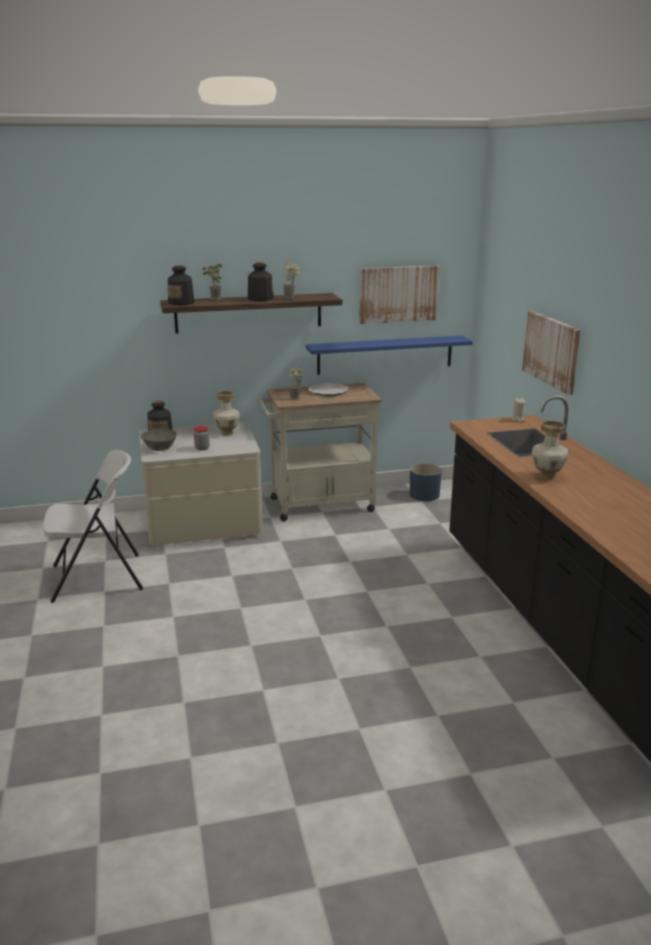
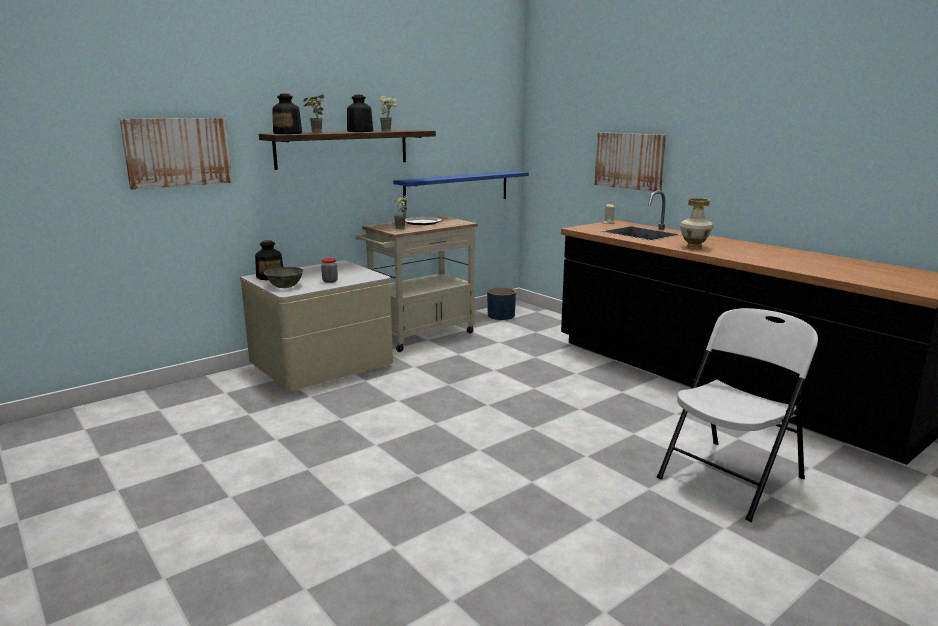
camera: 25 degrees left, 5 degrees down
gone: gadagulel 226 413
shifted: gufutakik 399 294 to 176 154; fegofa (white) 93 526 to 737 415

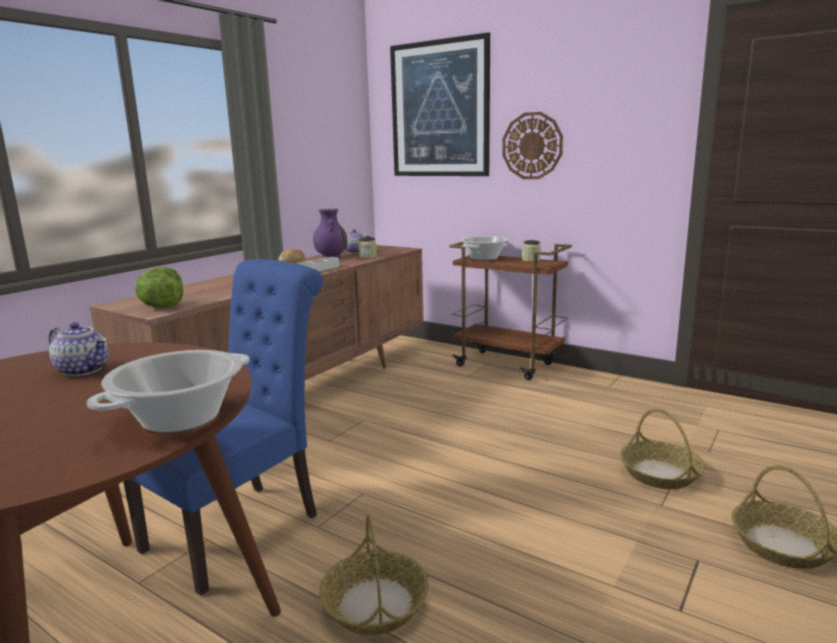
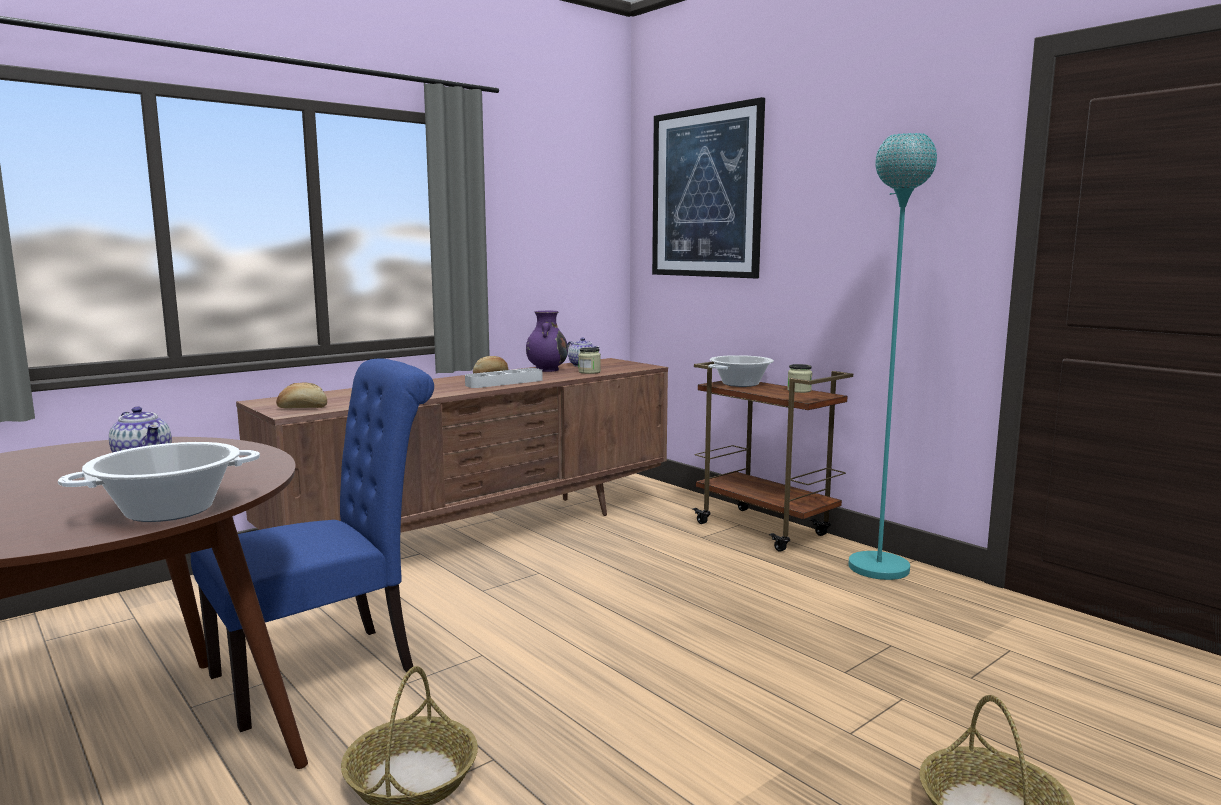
camera: 15 degrees right, 5 degrees down
gone: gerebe 532 145; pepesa 662 448
new: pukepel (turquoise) 892 356
swapped: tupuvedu 159 287 to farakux 301 395

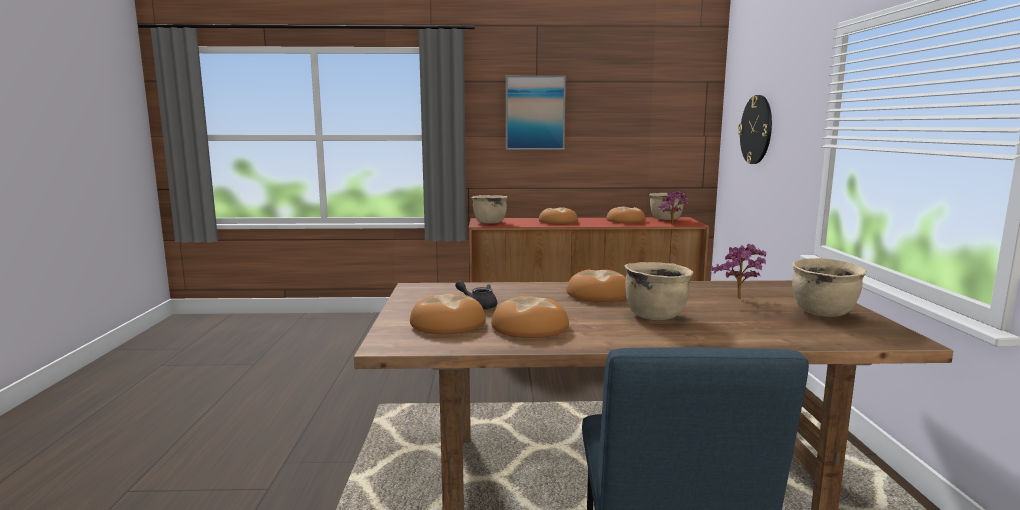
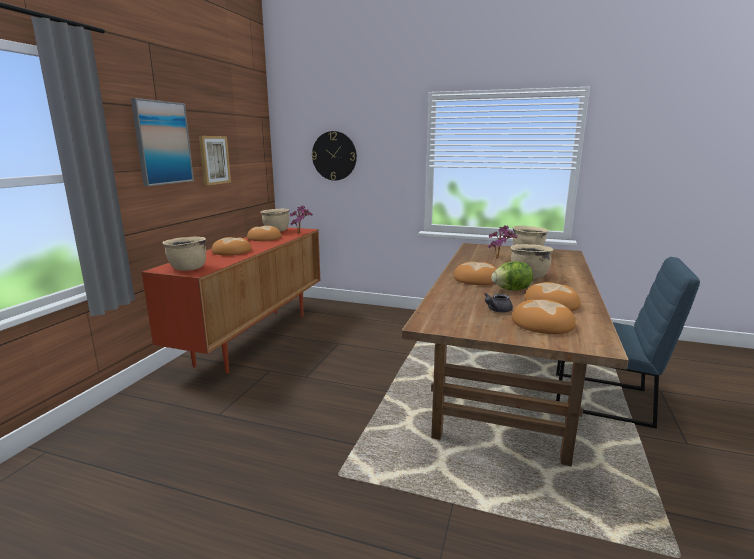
camera: 70 degrees left, 5 degrees up
new: gufutakik 215 161; tupuvedu 512 276

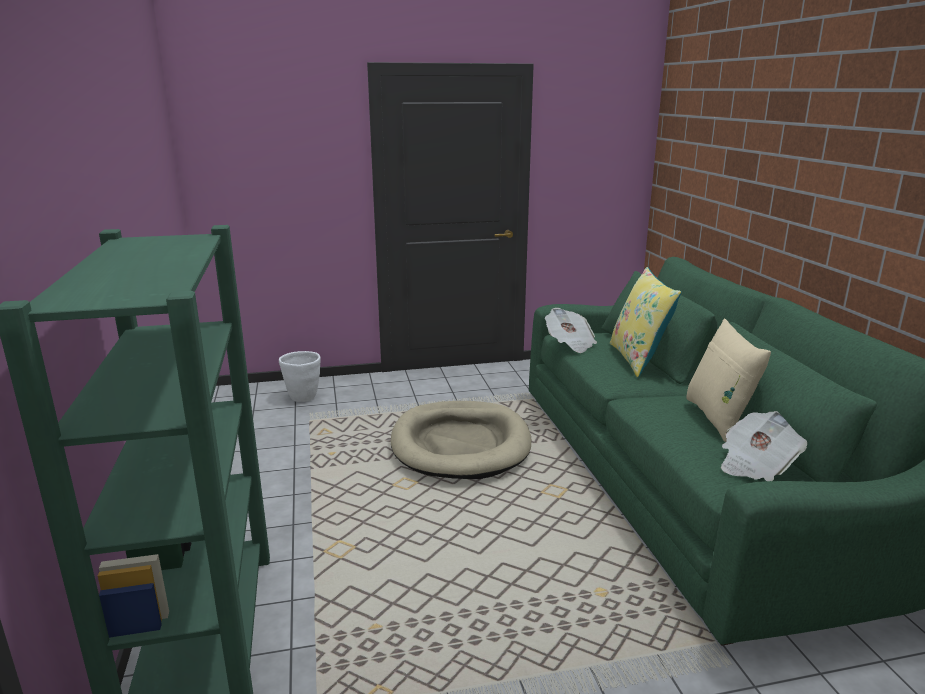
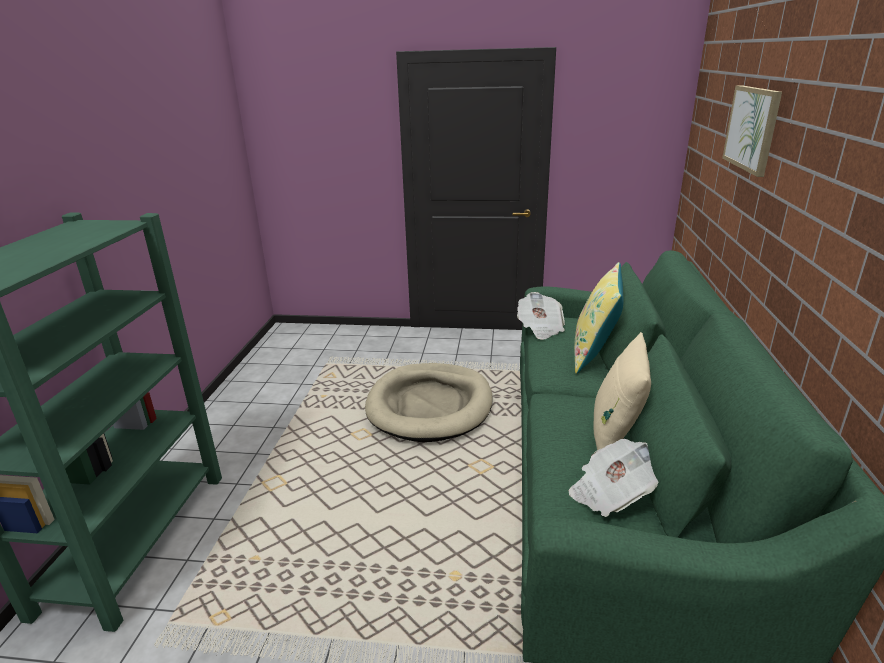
camera: 20 degrees right, 5 degrees up
gone: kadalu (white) 300 376
new: gufutakik 752 131

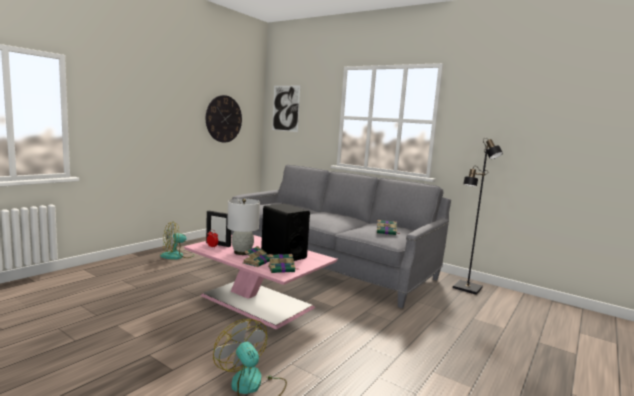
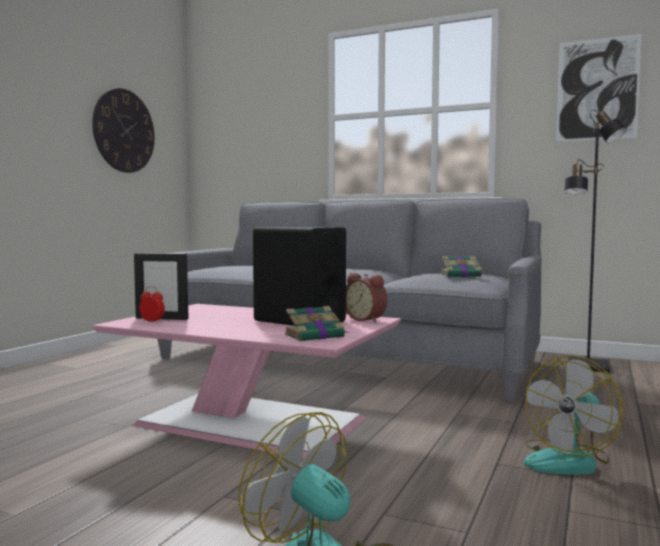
camera: 10 degrees left, 5 degrees down
gone: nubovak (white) 243 226; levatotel 256 256
new: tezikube 367 297
shifted: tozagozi 177 241 to 573 415; gufutakik 286 109 to 598 88

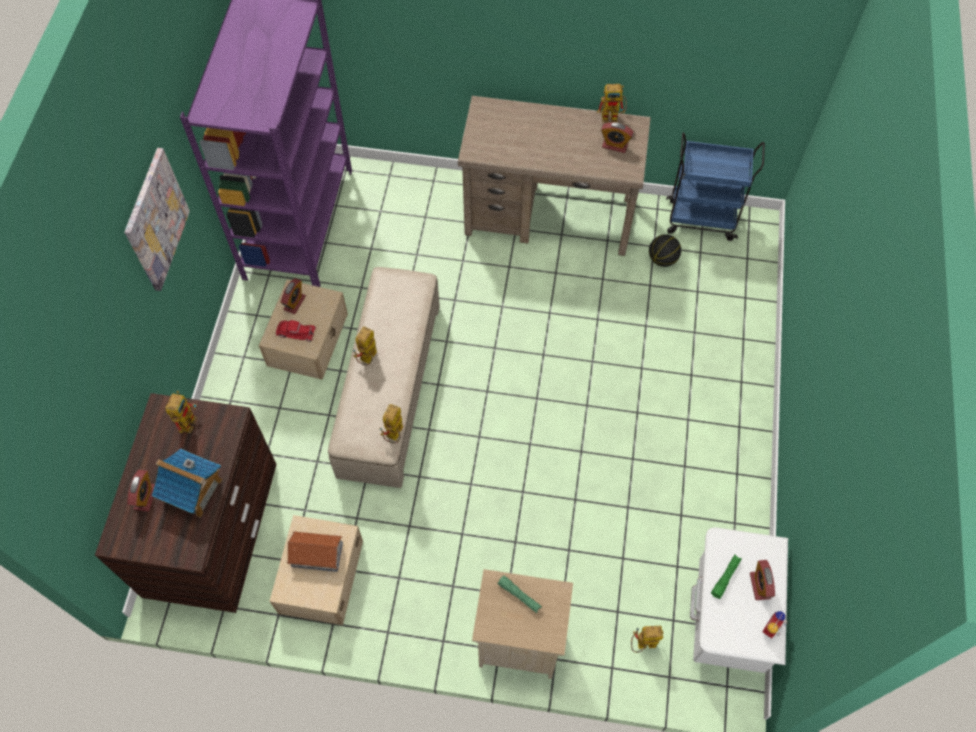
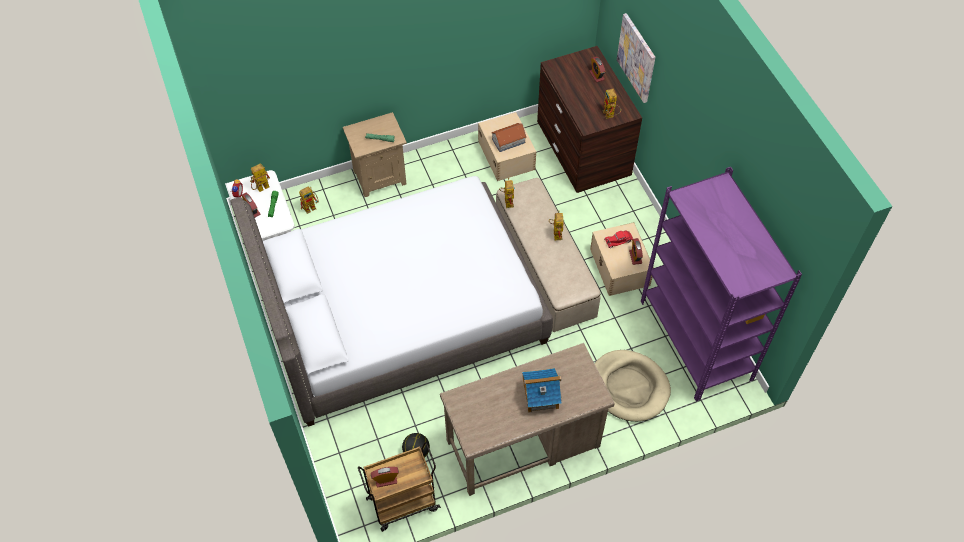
camera: 150 degrees right, 5 degrees down
new: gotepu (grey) 391 301; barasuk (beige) 632 386
shifted: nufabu 612 103 to 260 178; tezikube 617 137 to 385 477; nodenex 187 483 to 542 390; gufutakik 157 219 to 636 58
repainted: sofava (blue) 715 186 to sofava (brown) 399 487

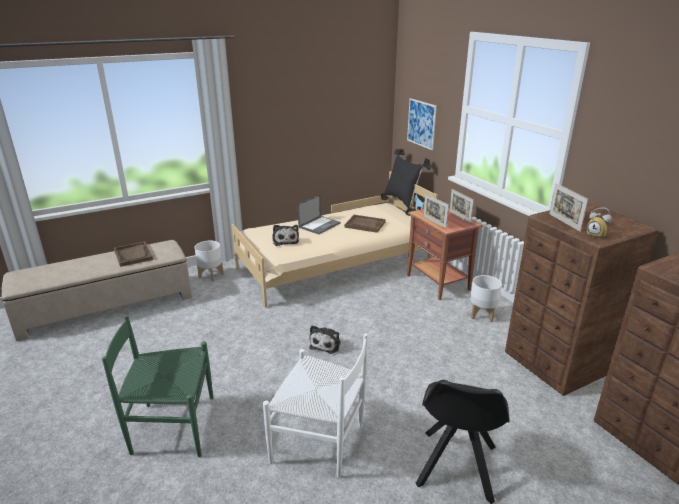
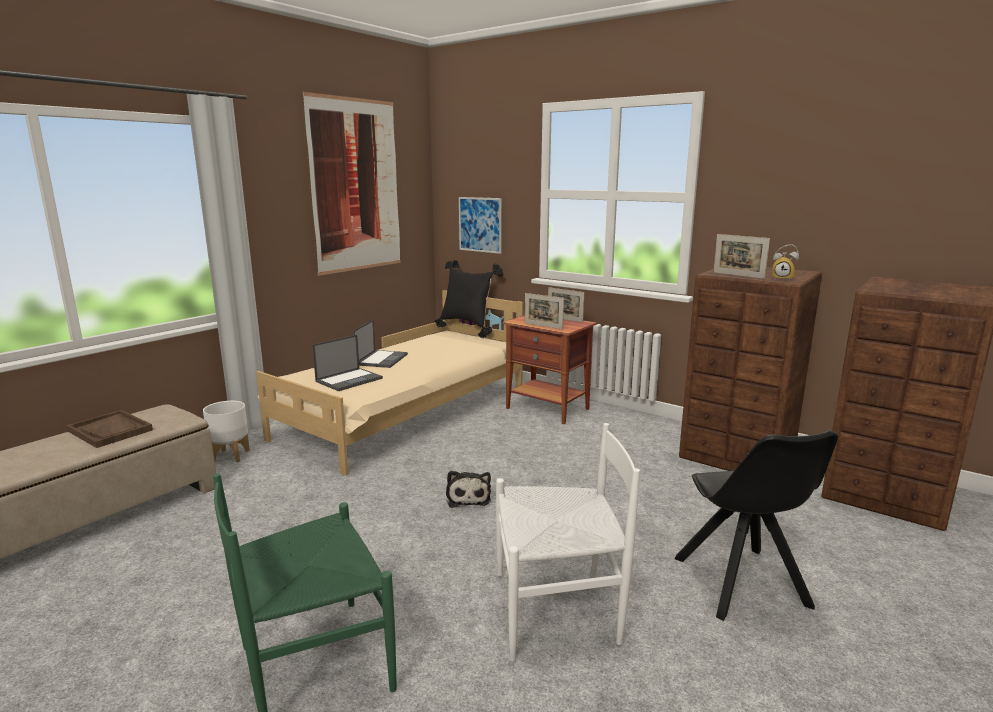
camera: 25 degrees left, 10 degrees down
gone: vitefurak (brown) 365 224; kadalu (white) 486 298
new: gufutakik 352 184
swapped: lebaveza 285 235 to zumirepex 347 363

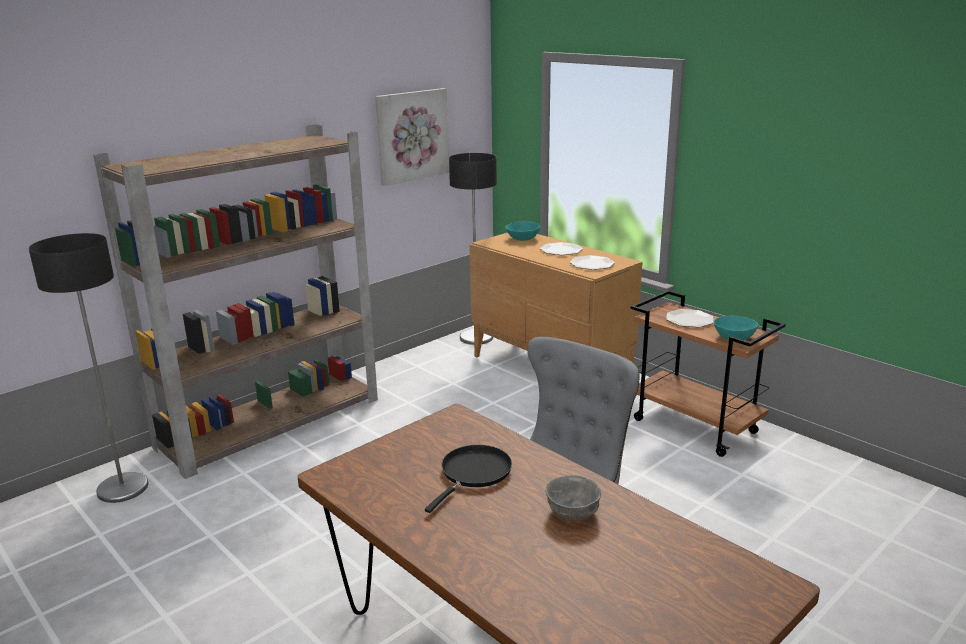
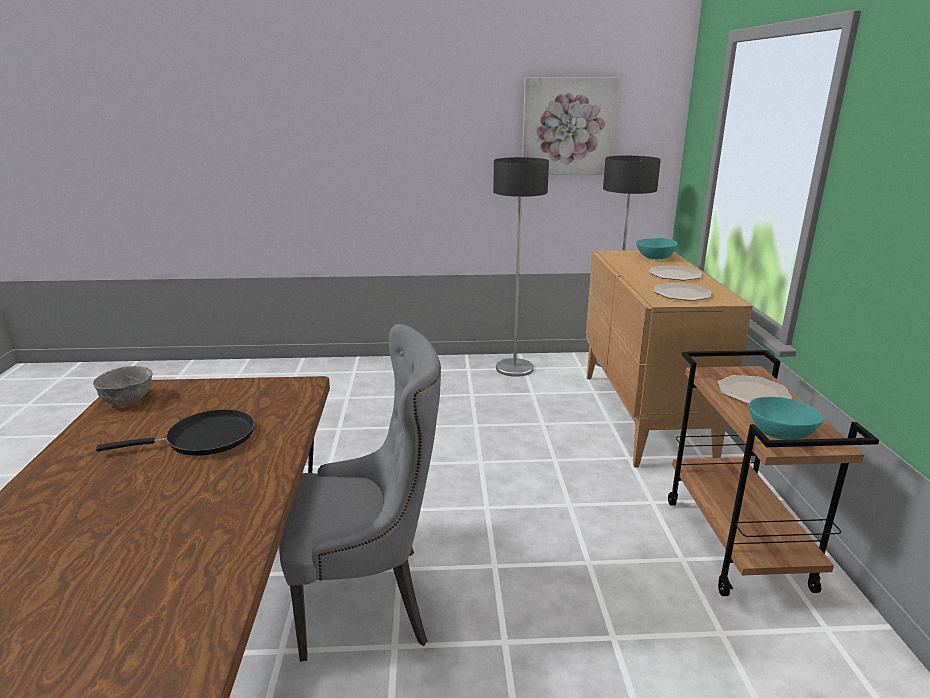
camera: 40 degrees right, 0 degrees up
gone: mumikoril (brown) 235 301
shifted: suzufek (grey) 573 498 to 123 385; pukepel 88 368 to 521 267

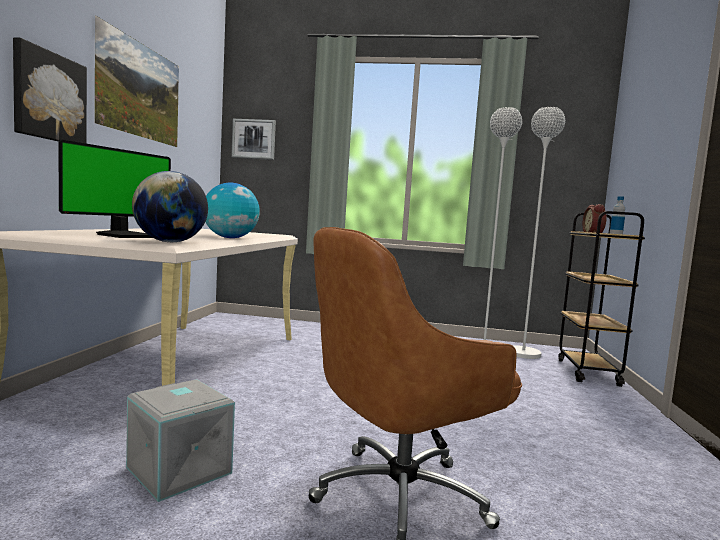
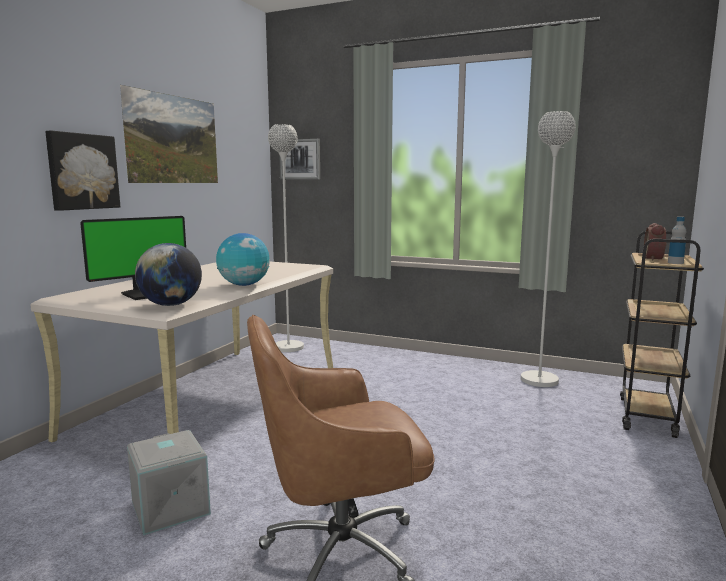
camera: 15 degrees right, 5 degrees up
shifted: pukepel (white) 538 233 to 286 238

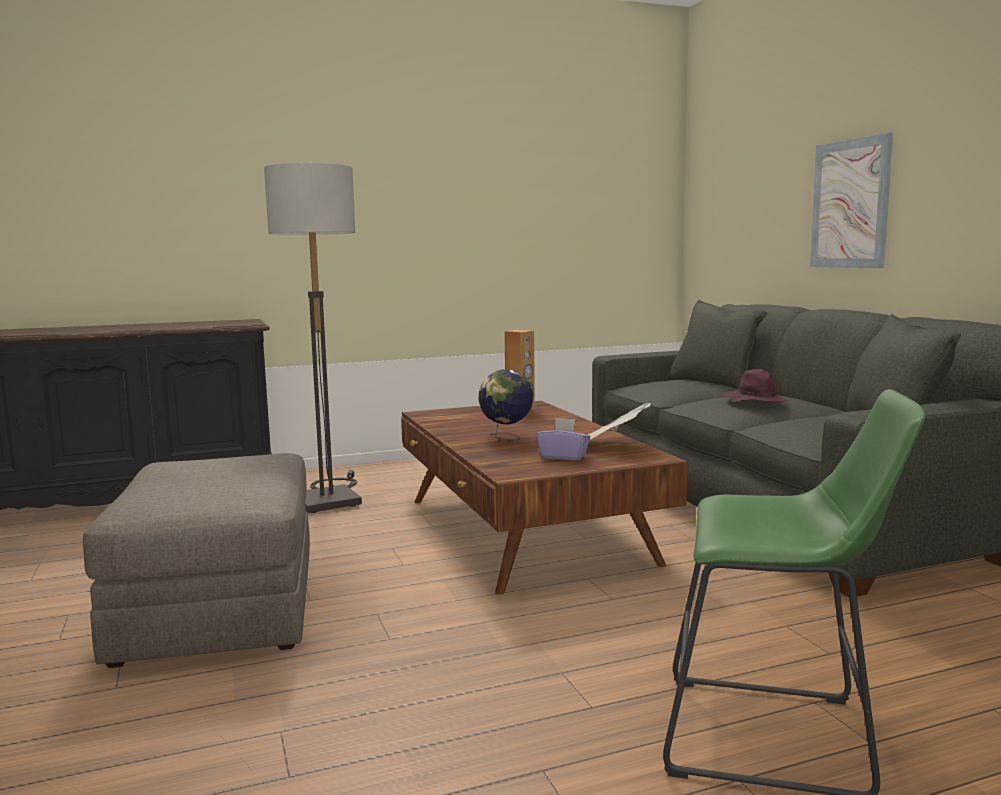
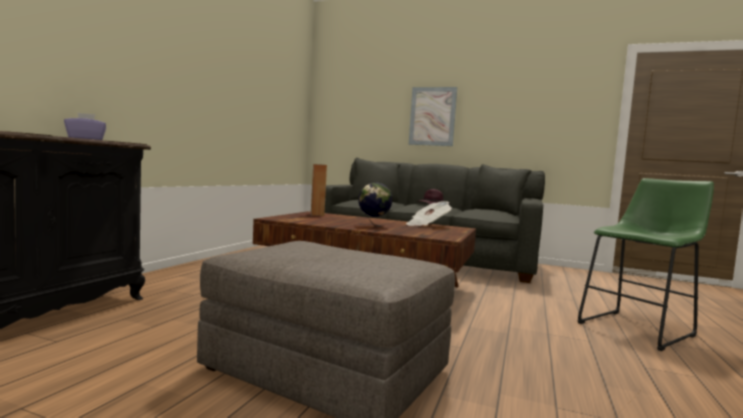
camera: 50 degrees left, 5 degrees down
gone: pukepel 313 338
shifted: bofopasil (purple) 563 439 to 85 126

